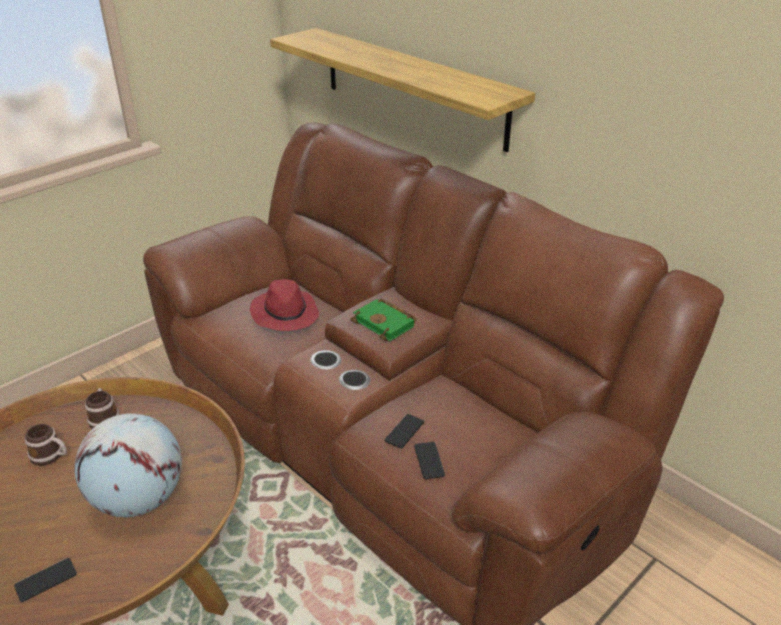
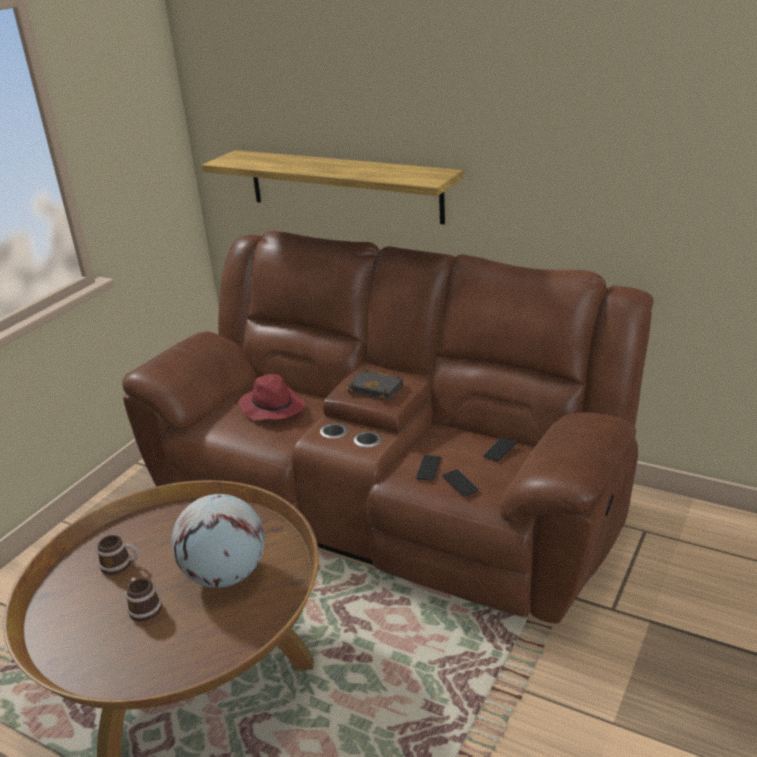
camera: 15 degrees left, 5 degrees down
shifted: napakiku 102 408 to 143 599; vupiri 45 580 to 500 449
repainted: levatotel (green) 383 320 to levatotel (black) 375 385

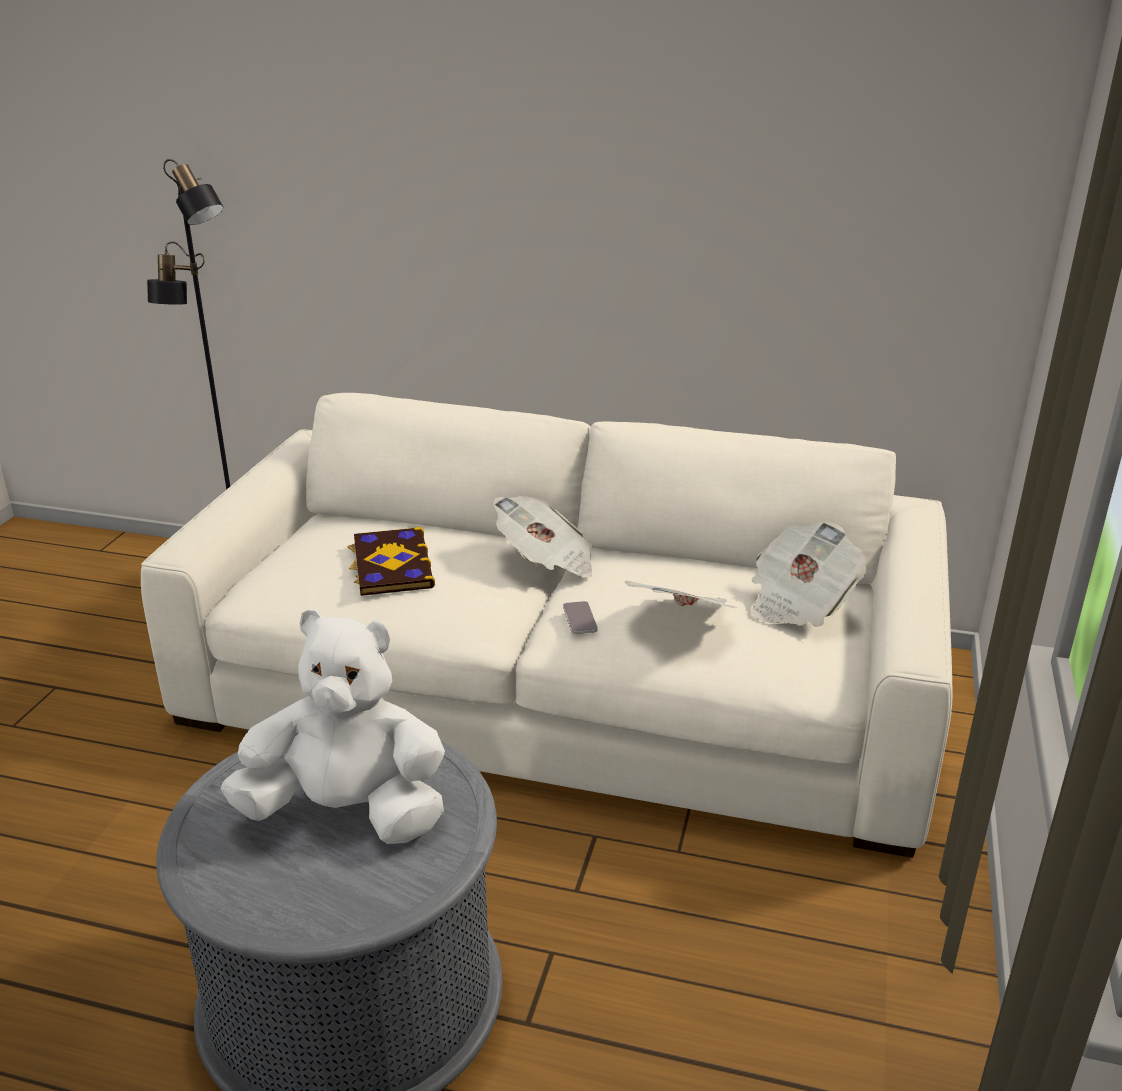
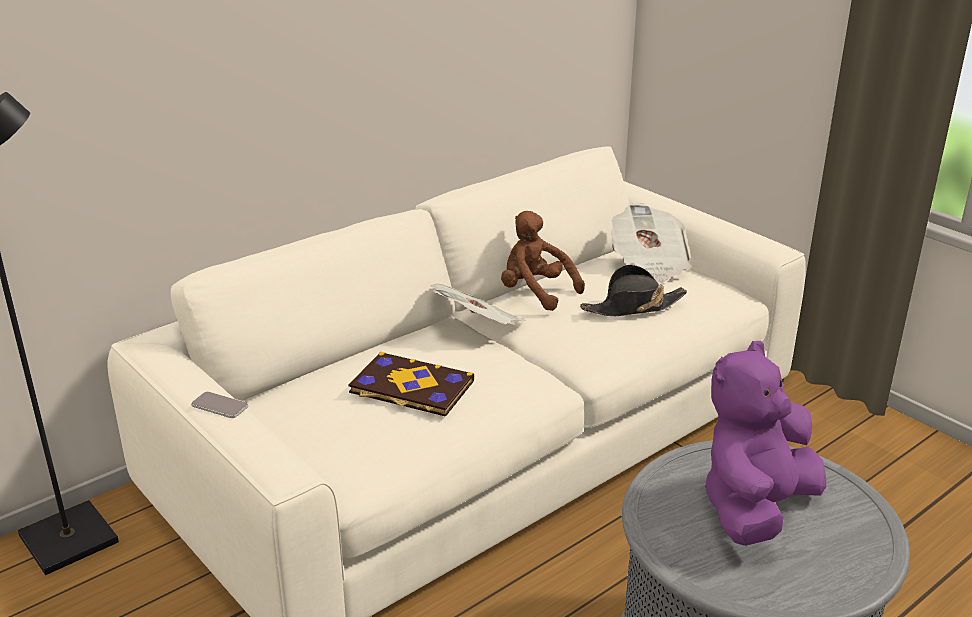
camera: 55 degrees left, 0 degrees up
new: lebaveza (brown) 543 261
shifted: vupiri 580 617 to 219 404
swapped: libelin 680 595 to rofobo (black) 633 290
repainted: lebaveza (white) 332 726 to lebaveza (purple) 765 443

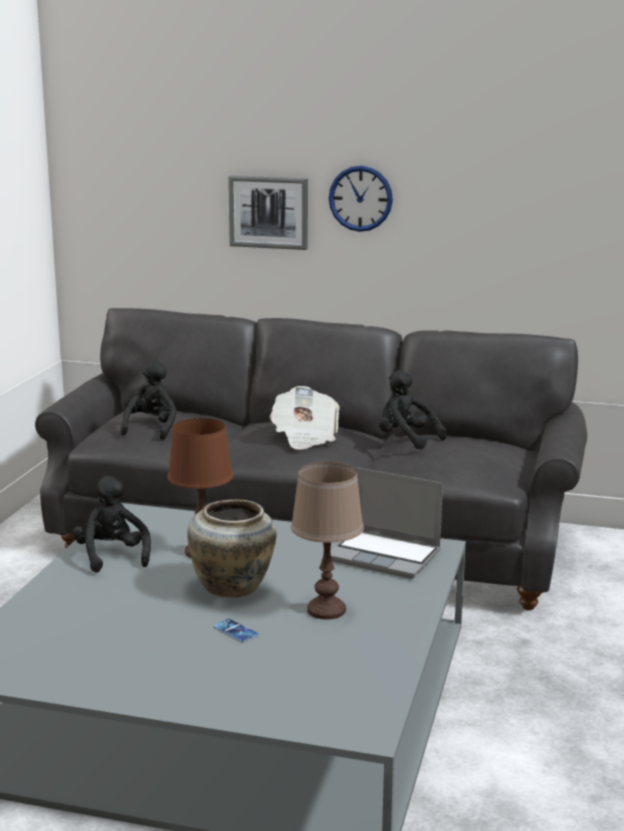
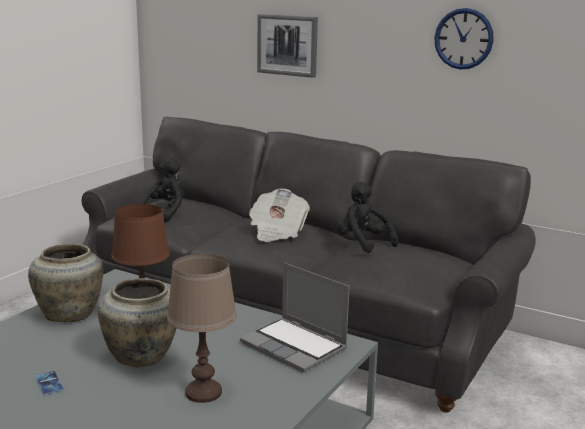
camera: 15 degrees right, 0 degrees up
shifted: vupiri 235 630 to 49 383; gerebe 361 199 to 464 39
swapped: lebaveza (black) 112 524 to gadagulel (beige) 65 283

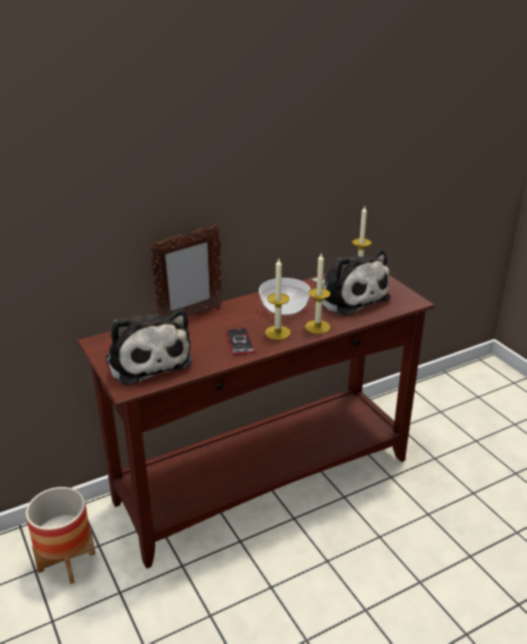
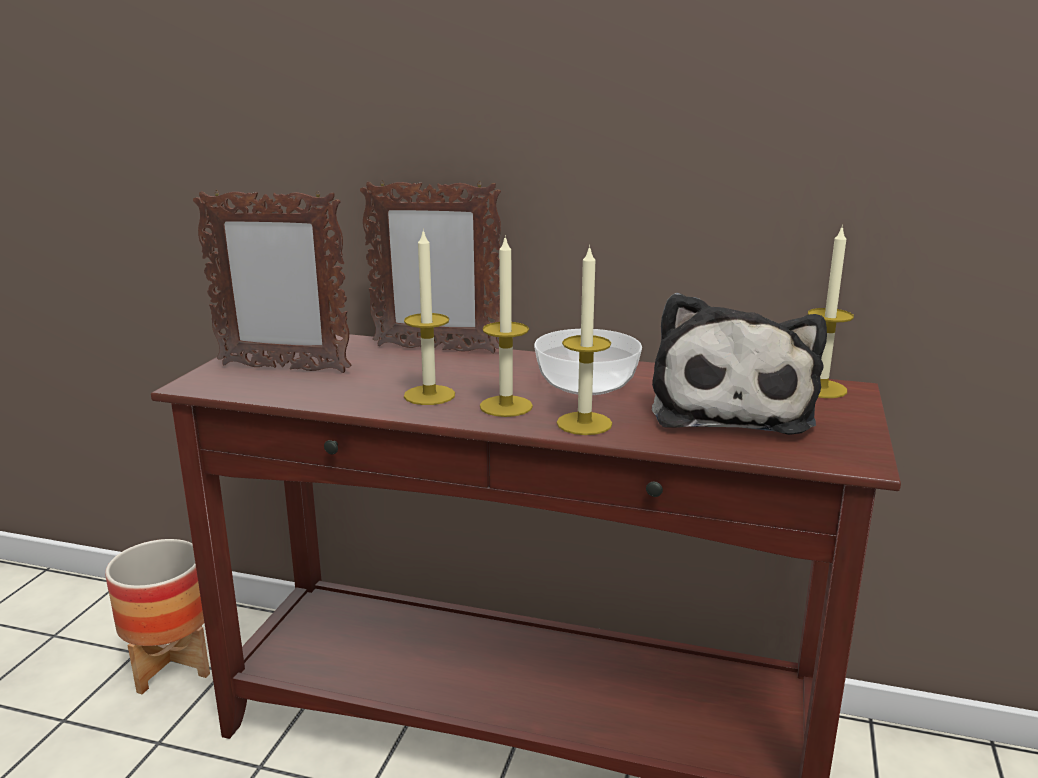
camera: 45 degrees right, 10 degrees down
swapped: lebaveza 149 347 to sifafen 272 281; vupiri 240 341 to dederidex 429 317

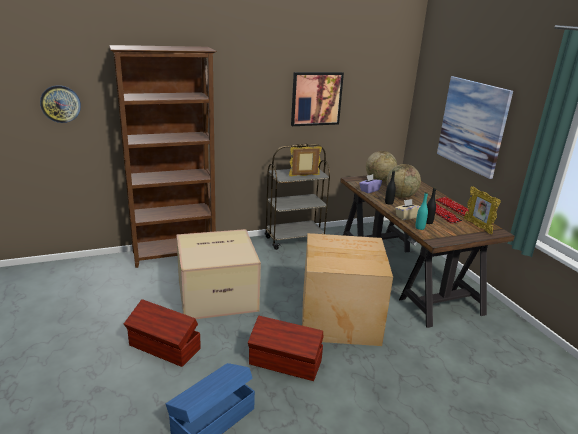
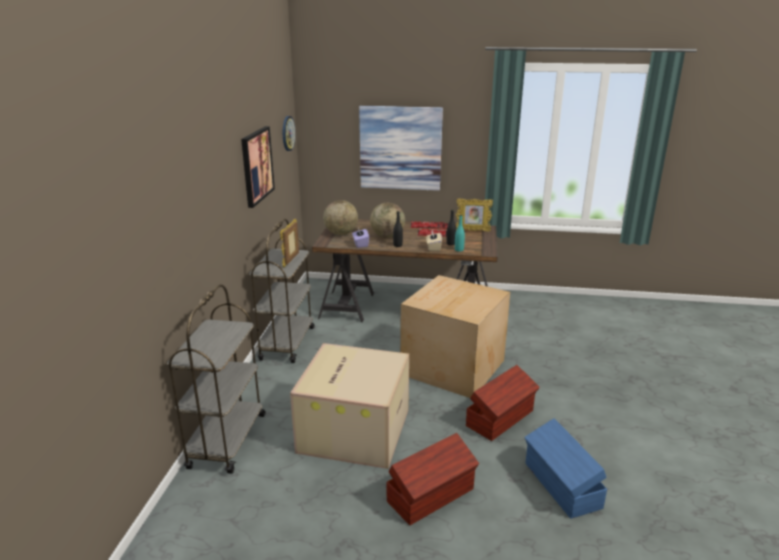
camera: 60 degrees left, 0 degrees up
shifted: gerebe 60 104 to 289 133
swapped: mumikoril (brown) 163 156 to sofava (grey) 216 379

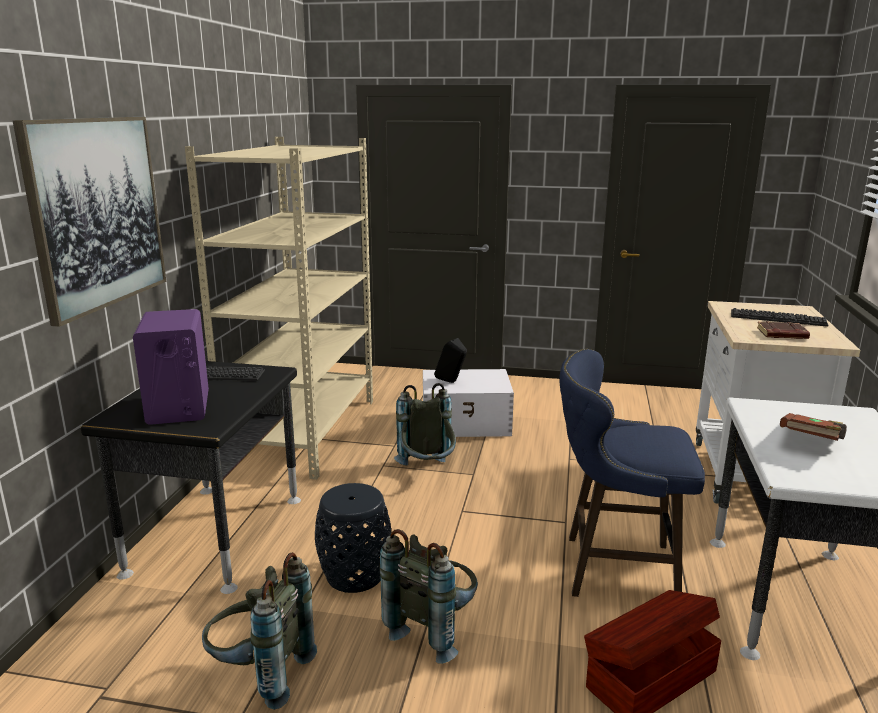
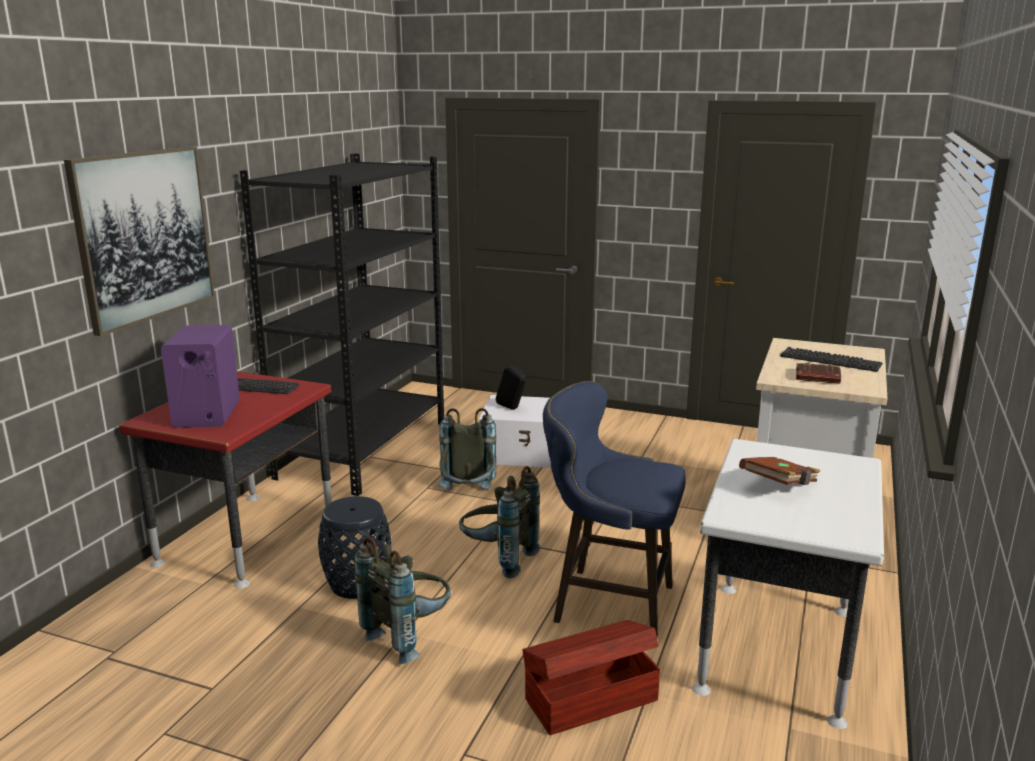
camera: 10 degrees right, 0 degrees up
shifted: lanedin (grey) 259 631 to 499 522
repainted: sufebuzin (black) 191 477 to sufebuzin (red) 225 480; mumikoril (beige) 279 308 to mumikoril (black) 342 325

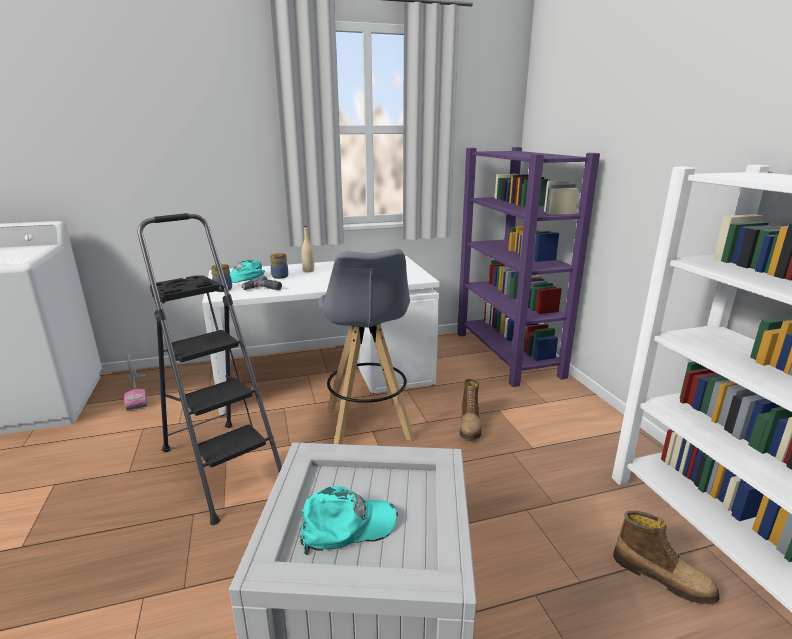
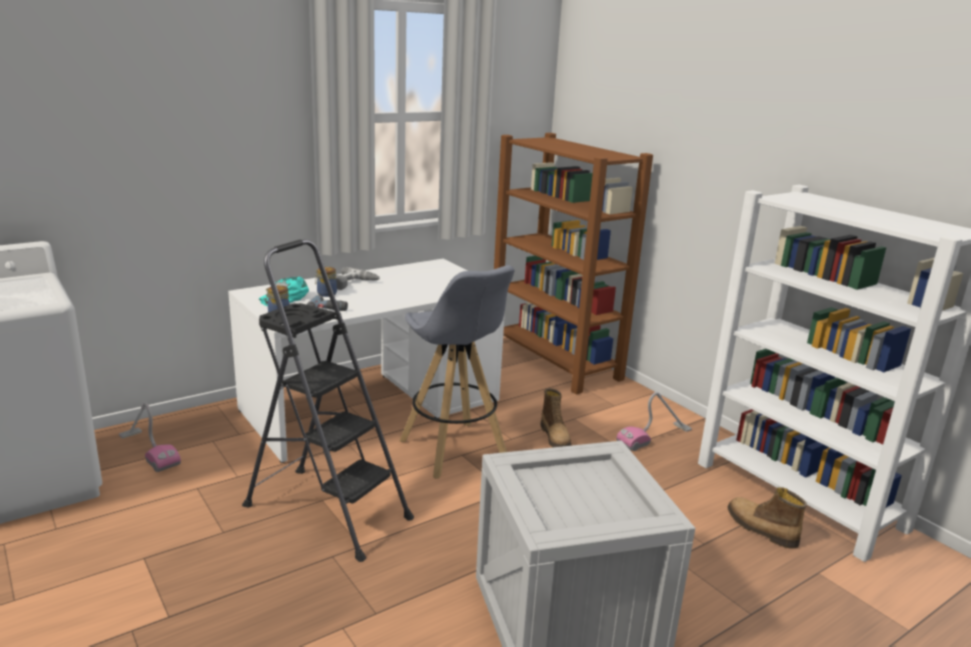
camera: 20 degrees left, 0 degrees up
gone: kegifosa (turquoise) 349 520
new: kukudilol 654 421
swapped: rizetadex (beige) 308 249 to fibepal 357 278
repainted: mumikoril (purple) 528 267 to mumikoril (brown) 573 264
rotated: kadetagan 666 557 = 767 518 150 degrees counterclockwise

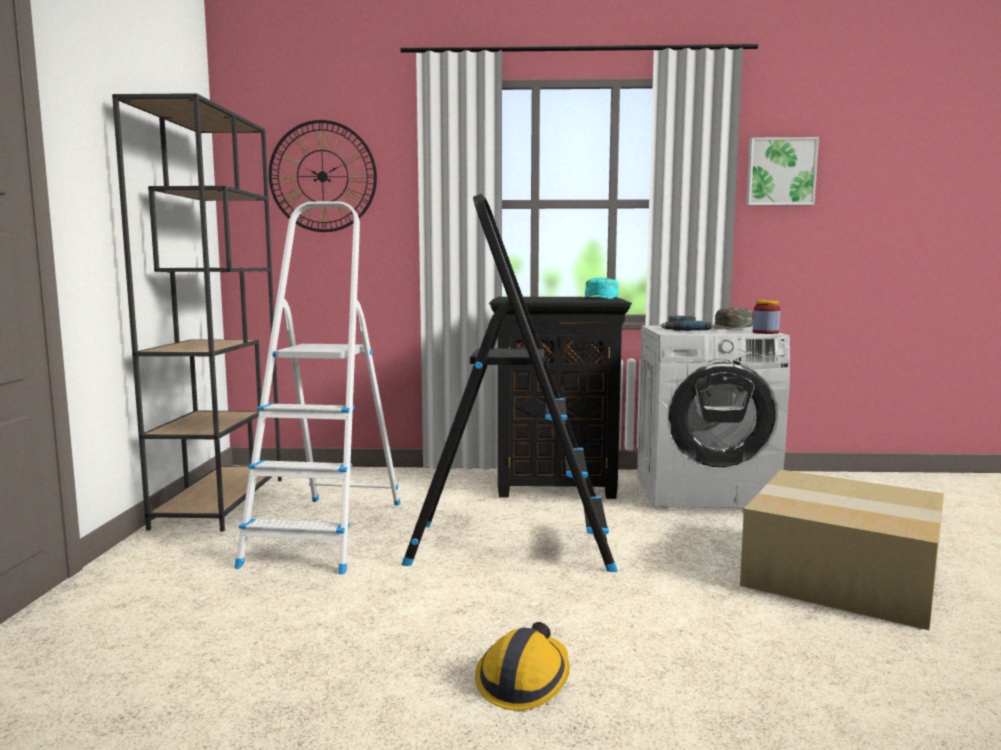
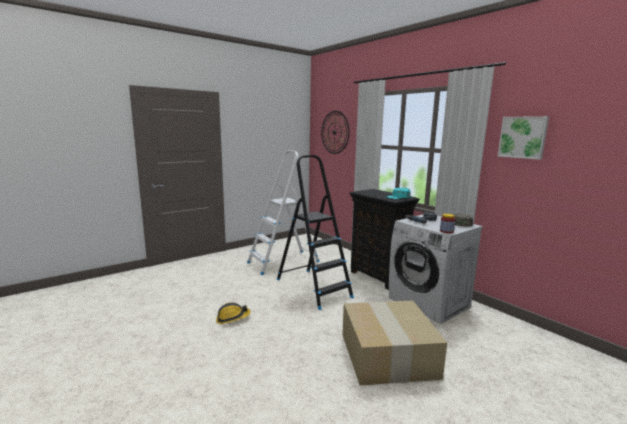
camera: 50 degrees right, 5 degrees up
gone: mumikoril 197 312

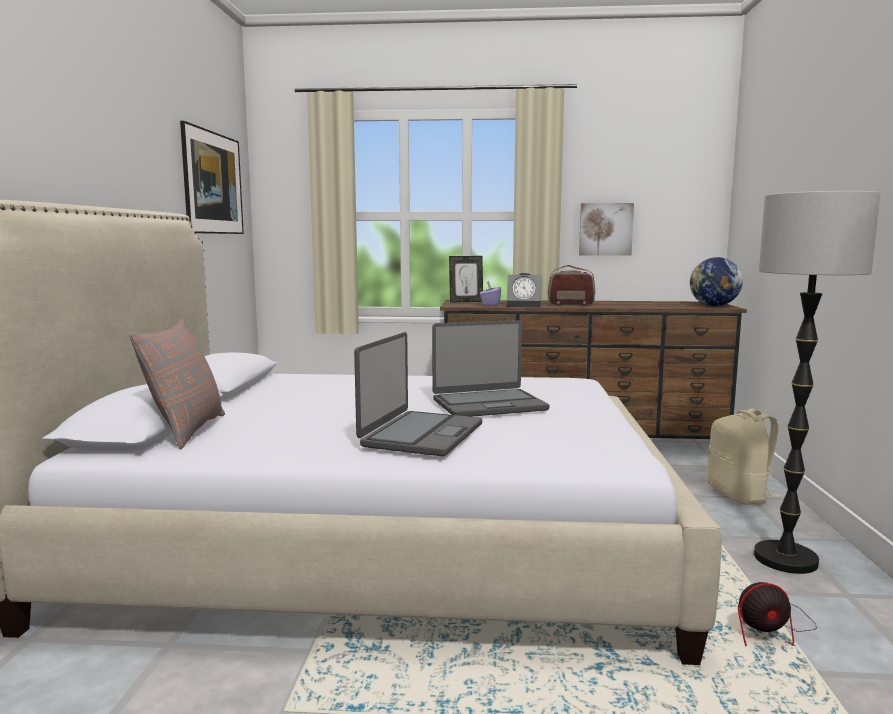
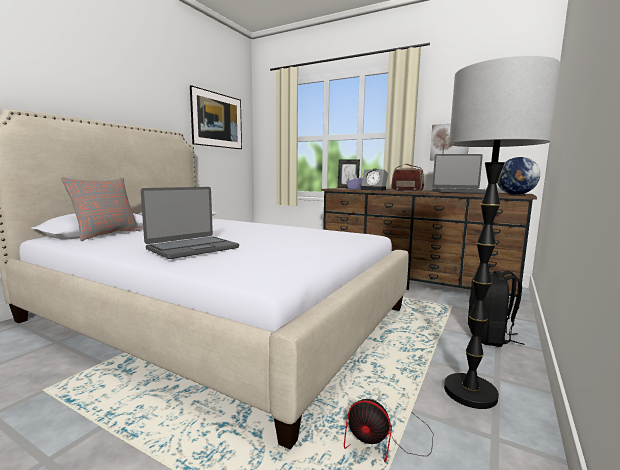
camera: 25 degrees right, 0 degrees up
shifted: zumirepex 490 368 to 459 174
repainted: lanedin (beige) 744 456 to lanedin (black) 496 309

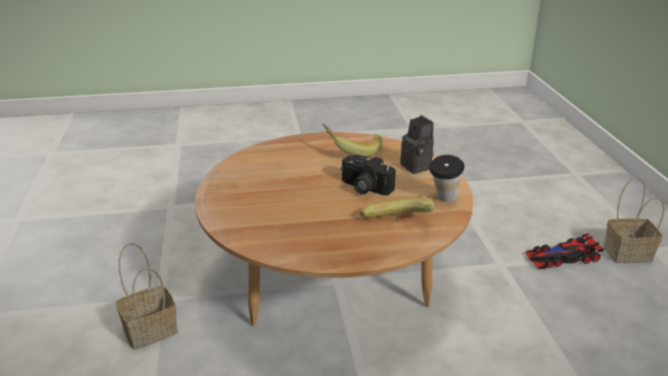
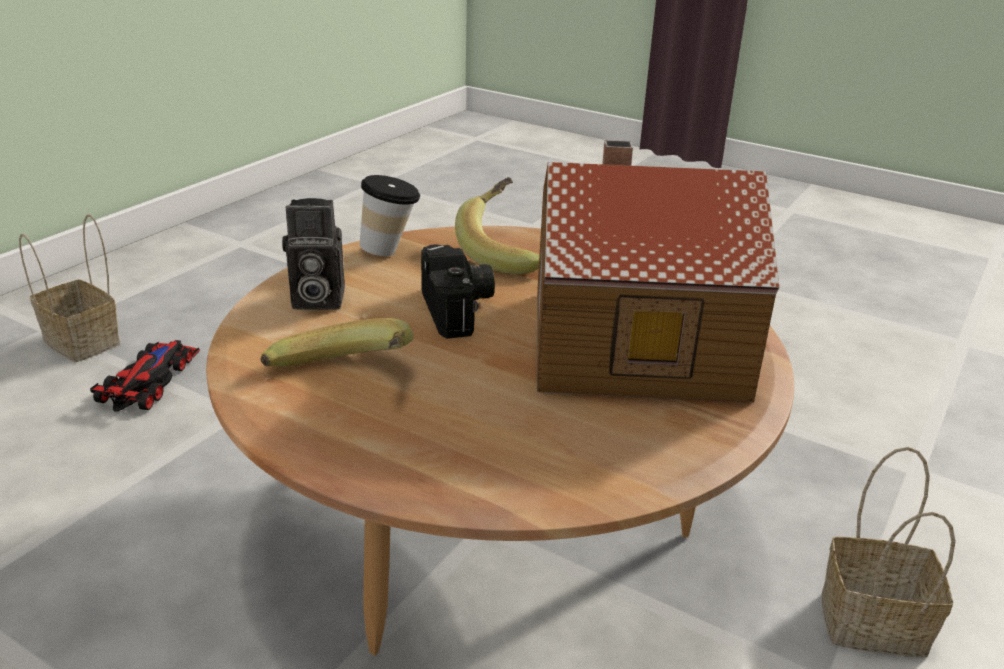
camera: 140 degrees left, 0 degrees up
new: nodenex 658 271
rotated: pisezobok 565 251 = 145 376 105 degrees counterclockwise; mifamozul 417 144 = 313 254 105 degrees counterclockwise

